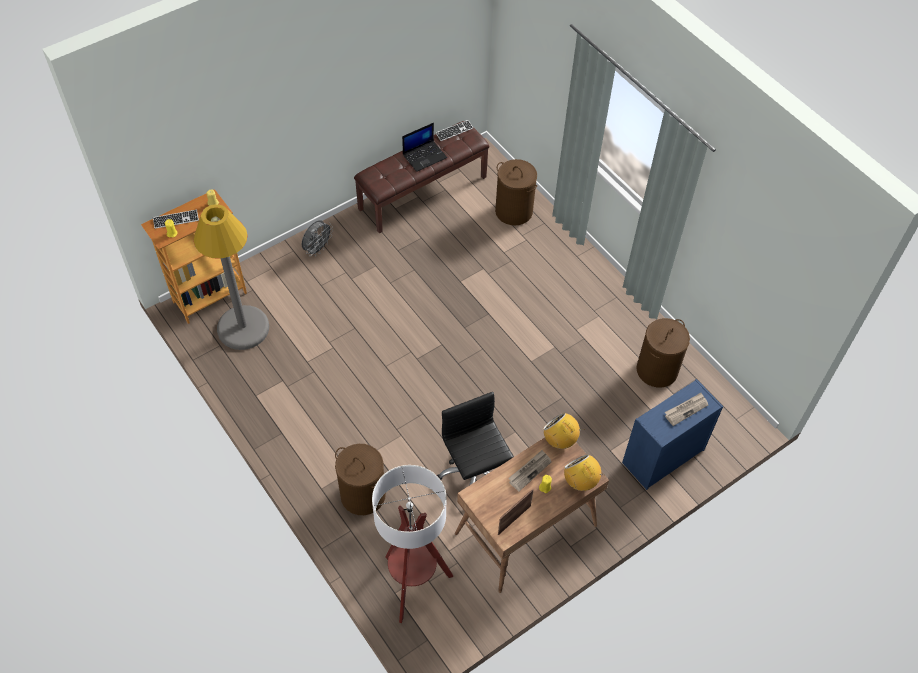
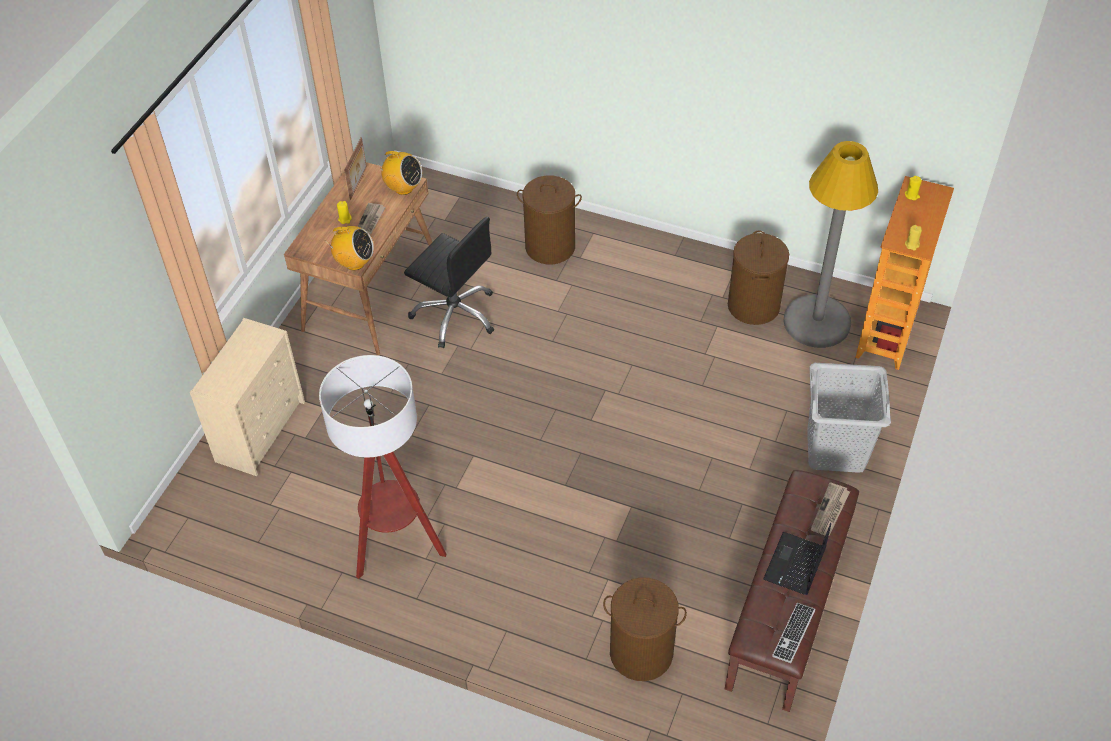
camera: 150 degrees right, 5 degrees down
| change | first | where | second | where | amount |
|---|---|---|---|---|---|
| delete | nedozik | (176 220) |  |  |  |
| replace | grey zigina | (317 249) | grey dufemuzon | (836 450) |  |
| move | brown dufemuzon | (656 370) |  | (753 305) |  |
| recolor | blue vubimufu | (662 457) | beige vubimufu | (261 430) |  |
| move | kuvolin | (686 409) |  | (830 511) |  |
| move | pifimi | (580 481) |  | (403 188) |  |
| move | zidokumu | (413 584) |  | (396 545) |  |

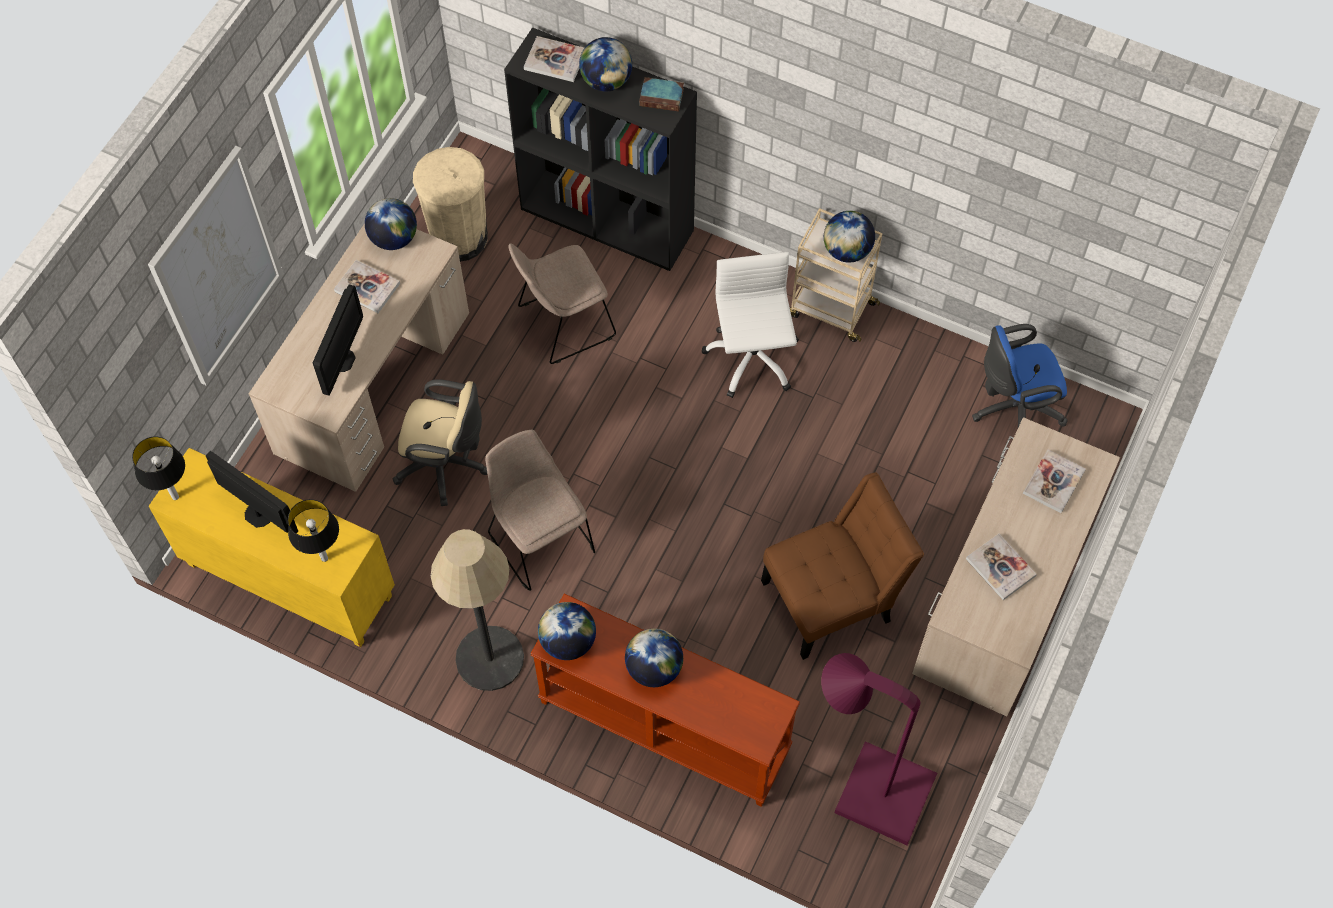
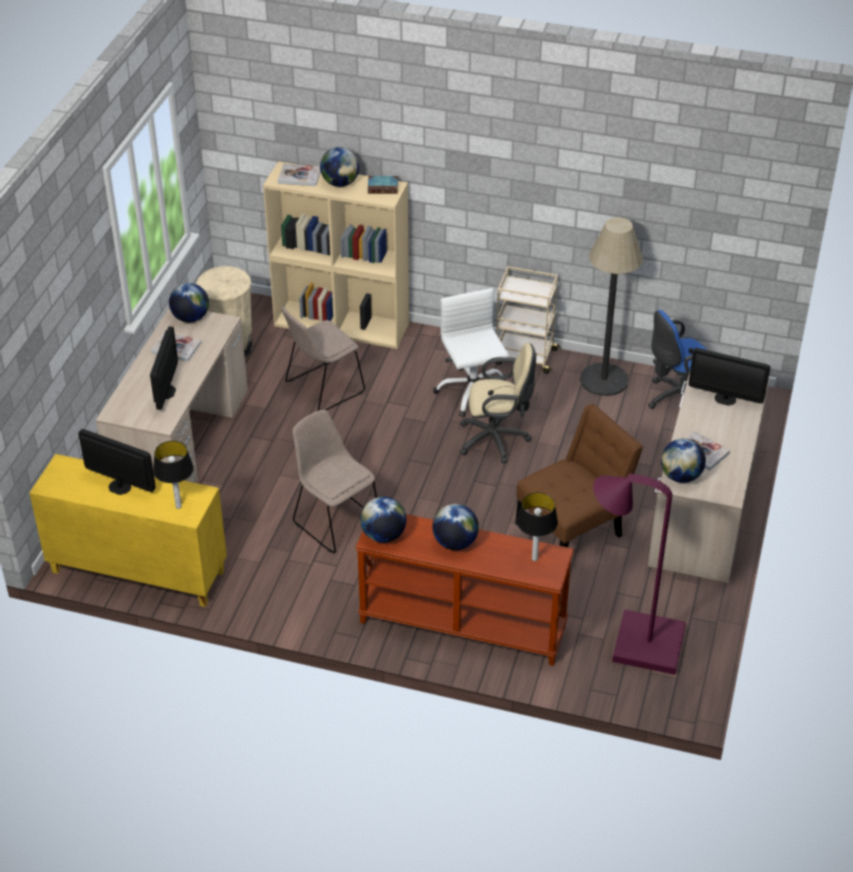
camera: 10 degrees left, 20 degrees down
| change | first | where | second | where | amount |
|---|---|---|---|---|---|
| recolor | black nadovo | (608 219) | beige nadovo | (343 324) |  |
| delete | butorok | (217 268) |  |  |  |
| move | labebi | (847 250) |  | (680 476) |  |
| move | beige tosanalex | (446 465) |  | (497 440) |  |
| move | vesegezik | (175 496) |  | (534 558) |  |
| replace | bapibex | (1053 482) | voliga | (725 398) |  |
| move | zidokumu | (489 658) |  | (604 380) |  |

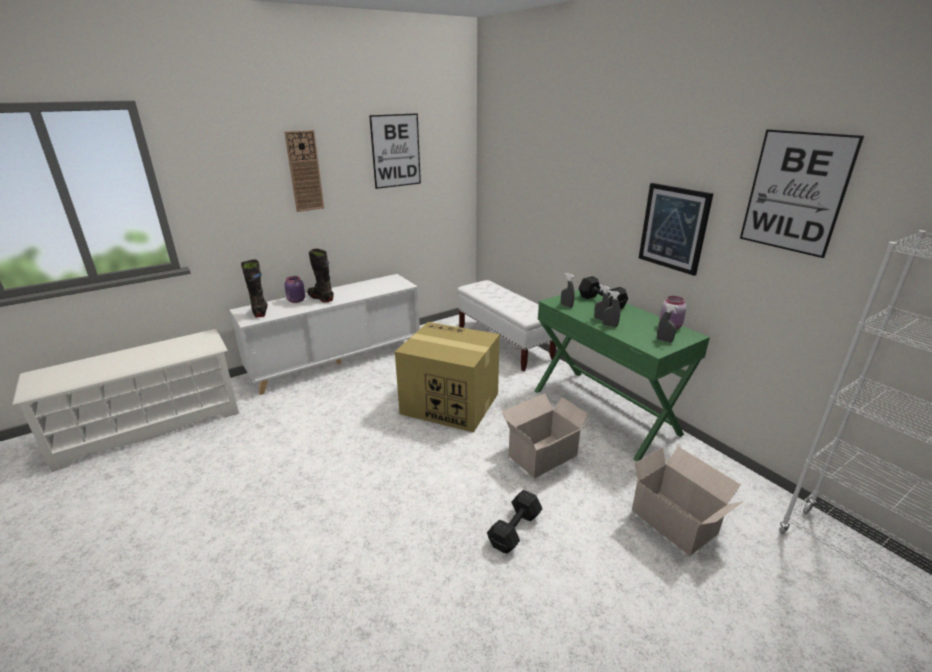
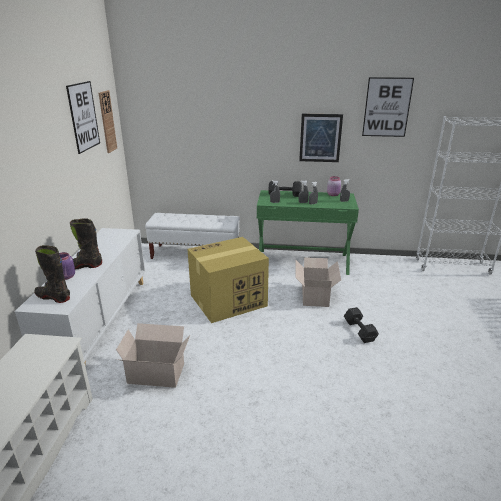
camera: 50 degrees left, 0 degrees up
| change | first | where | second | where | amount |
|---|---|---|---|---|---|
| move | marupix | (304 171) |  | (107 121) |  |
| move | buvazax | (675 524) |  | (157 374) |  |

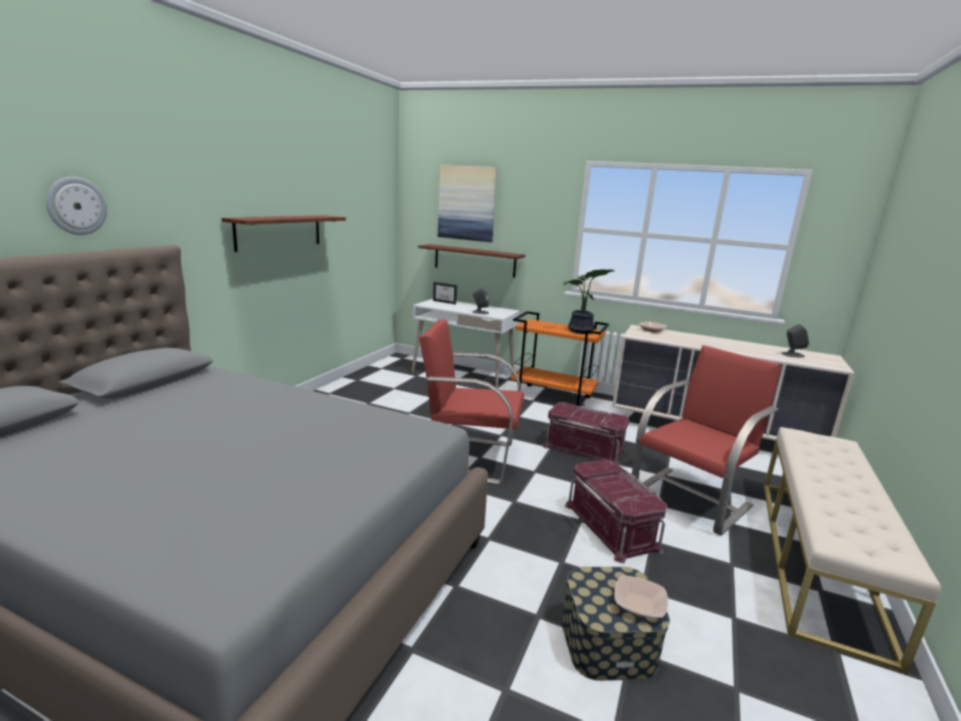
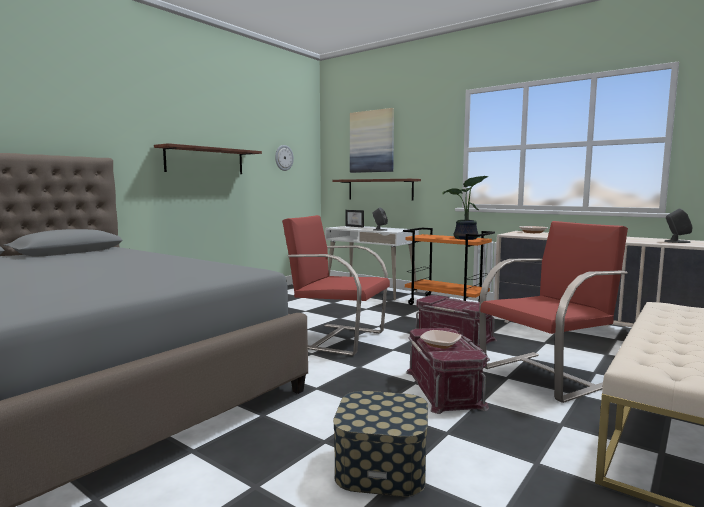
camera: 15 degrees right, 10 degrees down
| change | first | where | second | where | amount |
|---|---|---|---|---|---|
| move | marupix | (76 206) |  | (283 158) |  |
| move | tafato | (639 605) |  | (440 344) |  |

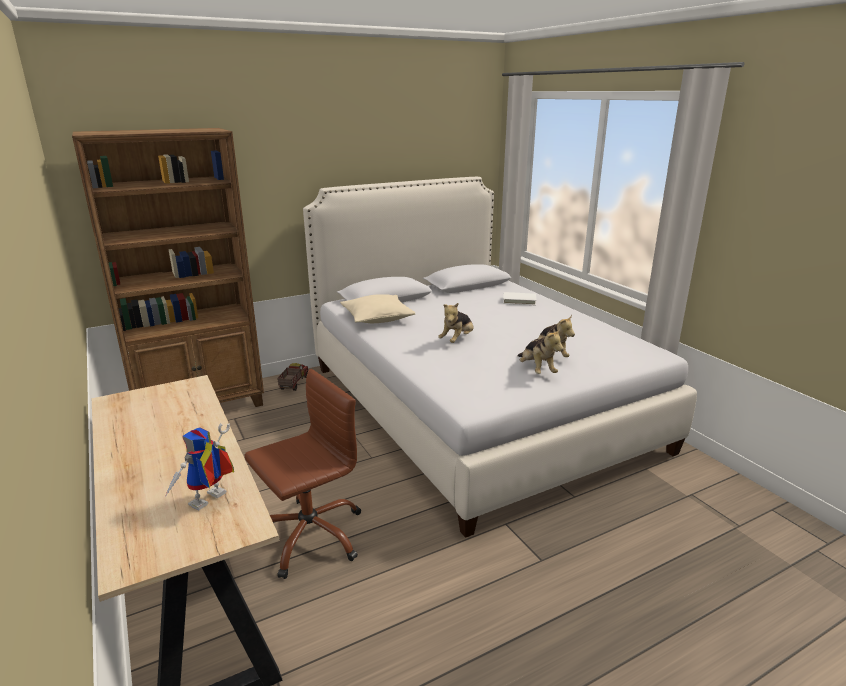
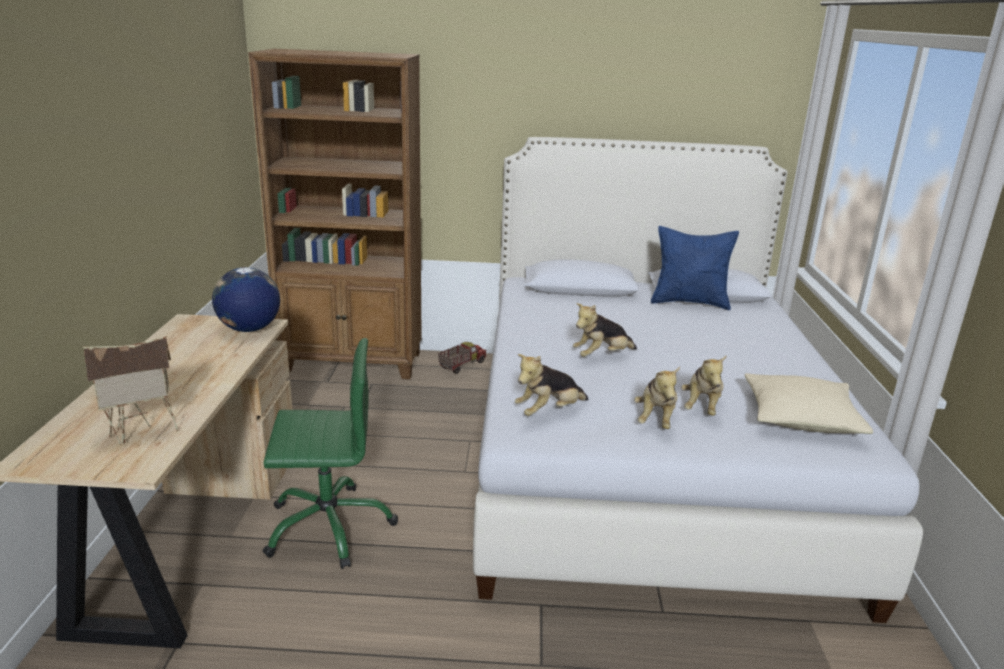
camera: 30 degrees right, 0 degrees up
| change | first | where | second | where | amount |
|---|---|---|---|---|---|
| delete | white bapibex | (519 301) |  |  |  |
| move | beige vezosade | (377 318) |  | (801 418) |  |
| recolor | brown tosanalex | (309 535) | green tosanalex | (329 526) |  |
| replace | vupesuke | (209 503) | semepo | (142 434) |  |
| insert |  |  | blue vezosade | (689 302) |  |
| insert |  |  | labebi | (249 329) |  |
| insert |  |  | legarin | (549 411) |  |

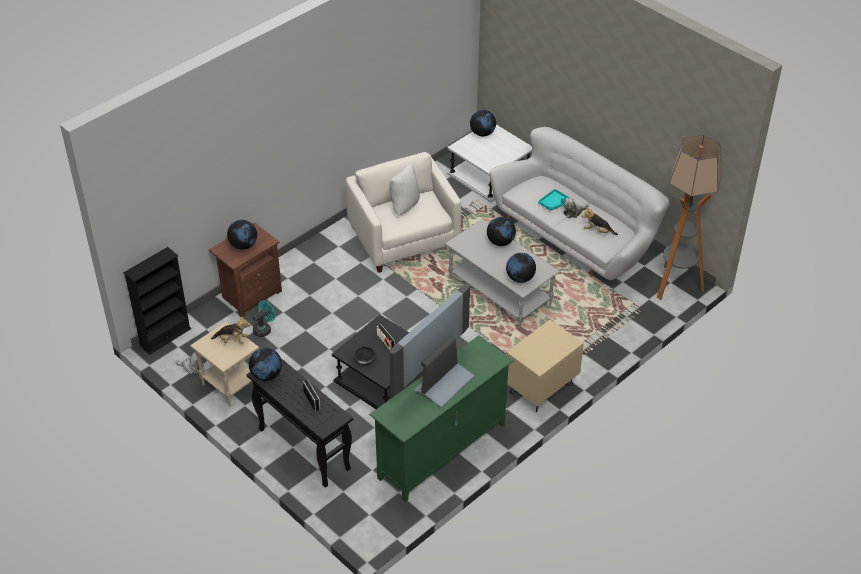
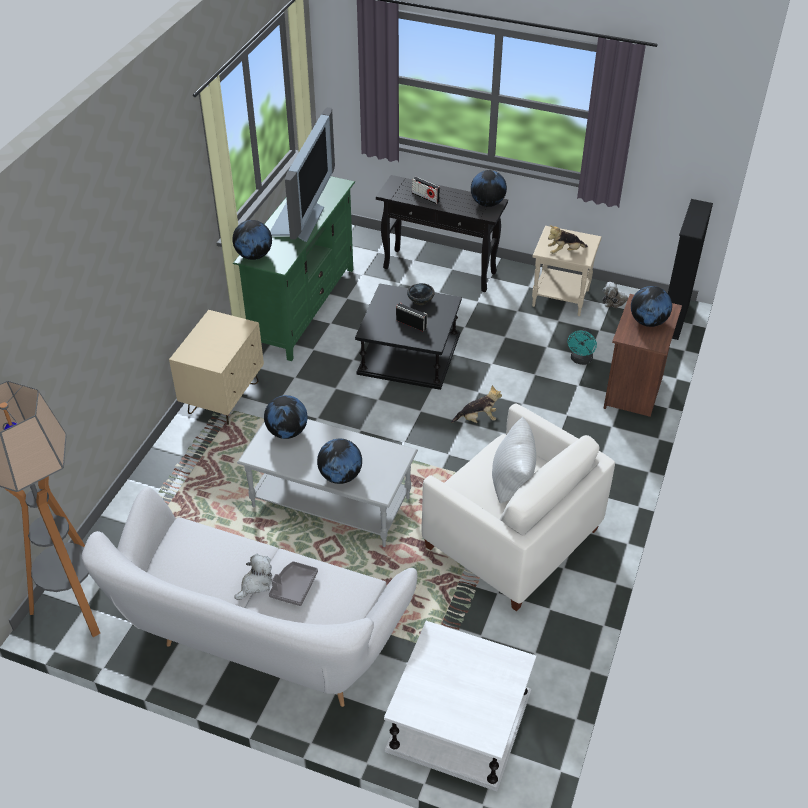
camera: 155 degrees right, 0 degrees up
| change | first | where | second | where | amount |
|---|---|---|---|---|---|
| move | labebi | (482 133) |  | (254 255) |  |
| recolor | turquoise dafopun | (554 203) | grey dafopun | (293 587) |  |
| move | legarin | (598 231) |  | (477 419) |  |

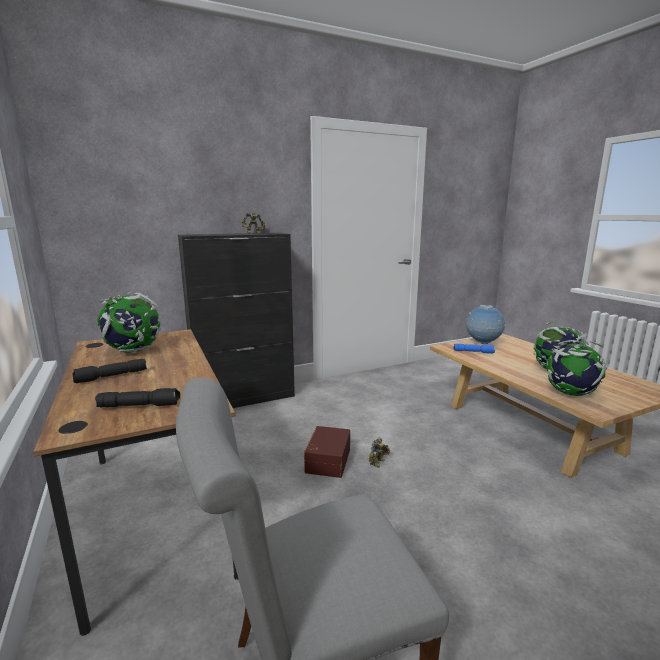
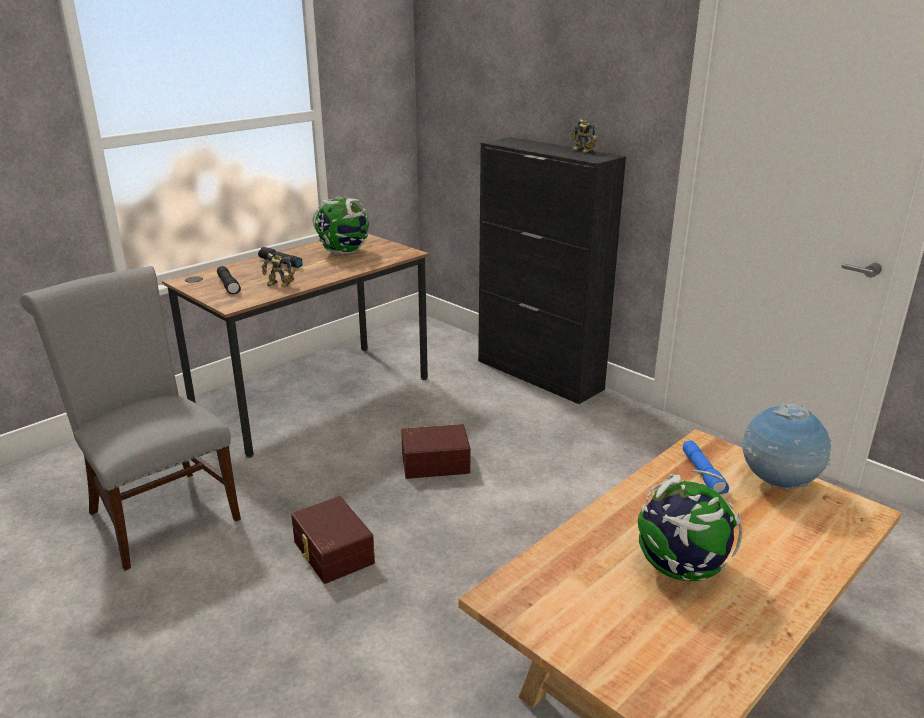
camera: 70 degrees right, 10 degrees up
| change | first | where | second | where | amount |
|---|---|---|---|---|---|
| delete | labebi | (570 394) |  |  |  |
| move | vupesuke | (379 462) |  | (278 285) |  |
| insert |  |  | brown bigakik | (332 553) |  |

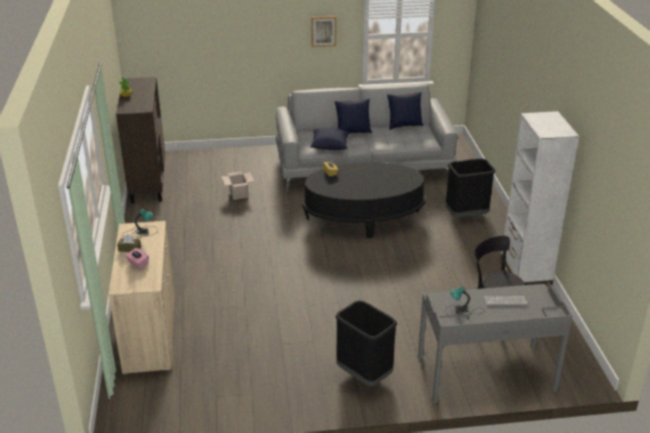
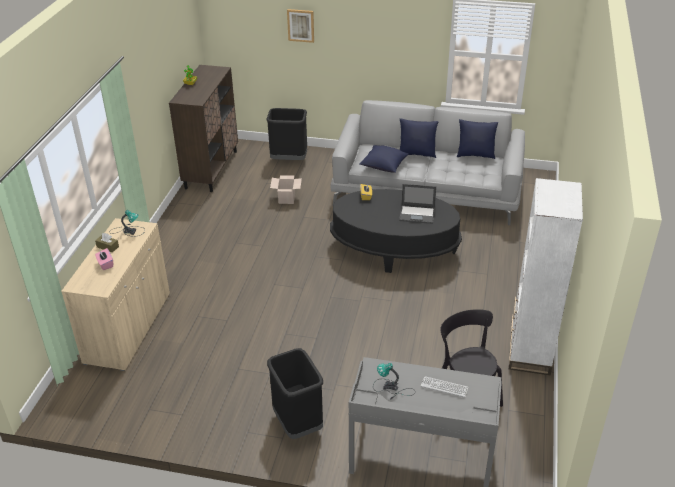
camera: 20 degrees right, 5 degrees up
| change | first | where | second | where | amount |
|---|---|---|---|---|---|
| move | butorok | (323 31) |  | (301 25) |  |
| move | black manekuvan | (466 215) |  | (289 159) |  |
| insert |  |  | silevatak | (417 214) |  |

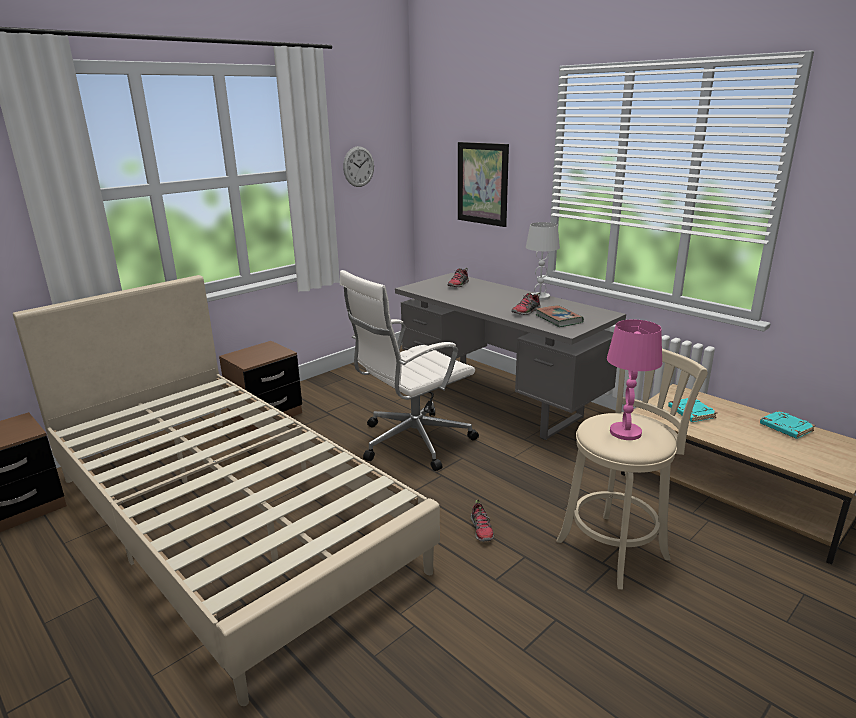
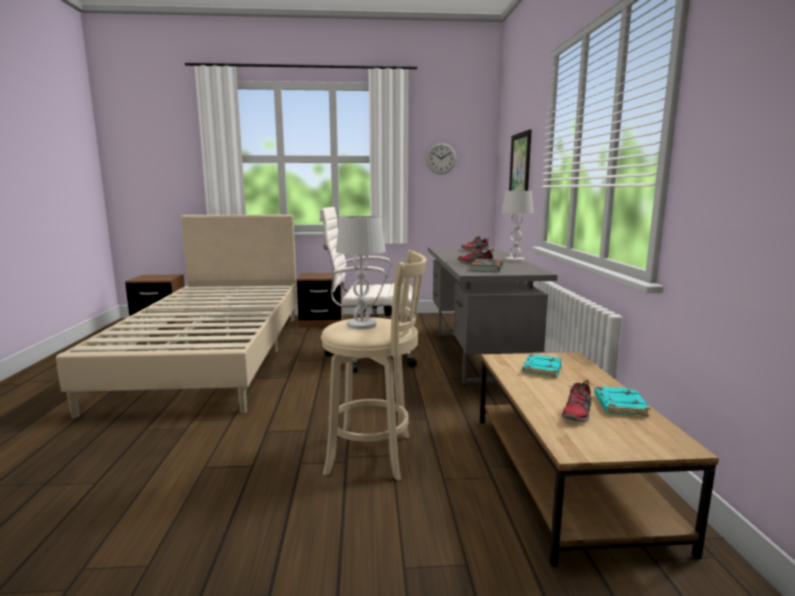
camera: 40 degrees right, 10 degrees down
| change | first | where | second | where | amount |
|---|---|---|---|---|---|
| recolor | pink vesegezik | (625 432) | white vesegezik | (361 325) |  |
| move | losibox | (482 530) |  | (577 413) |  |

